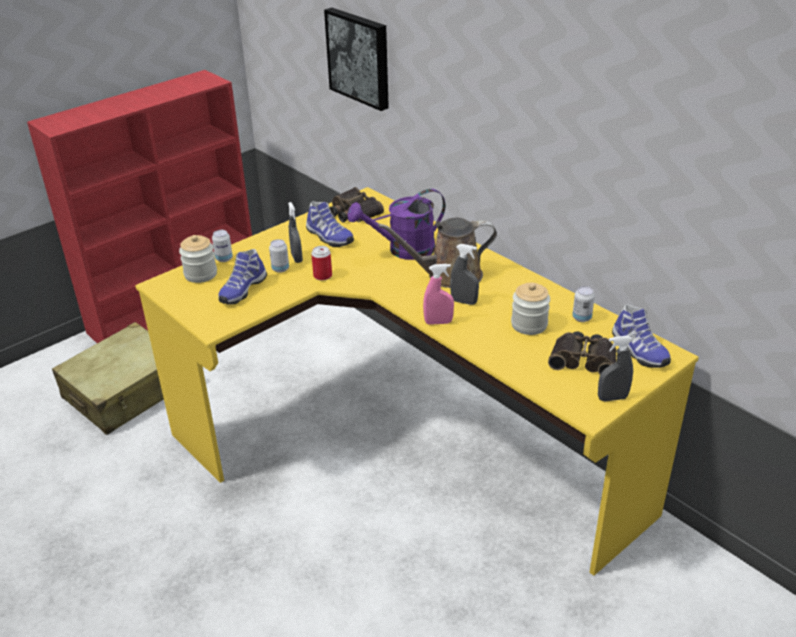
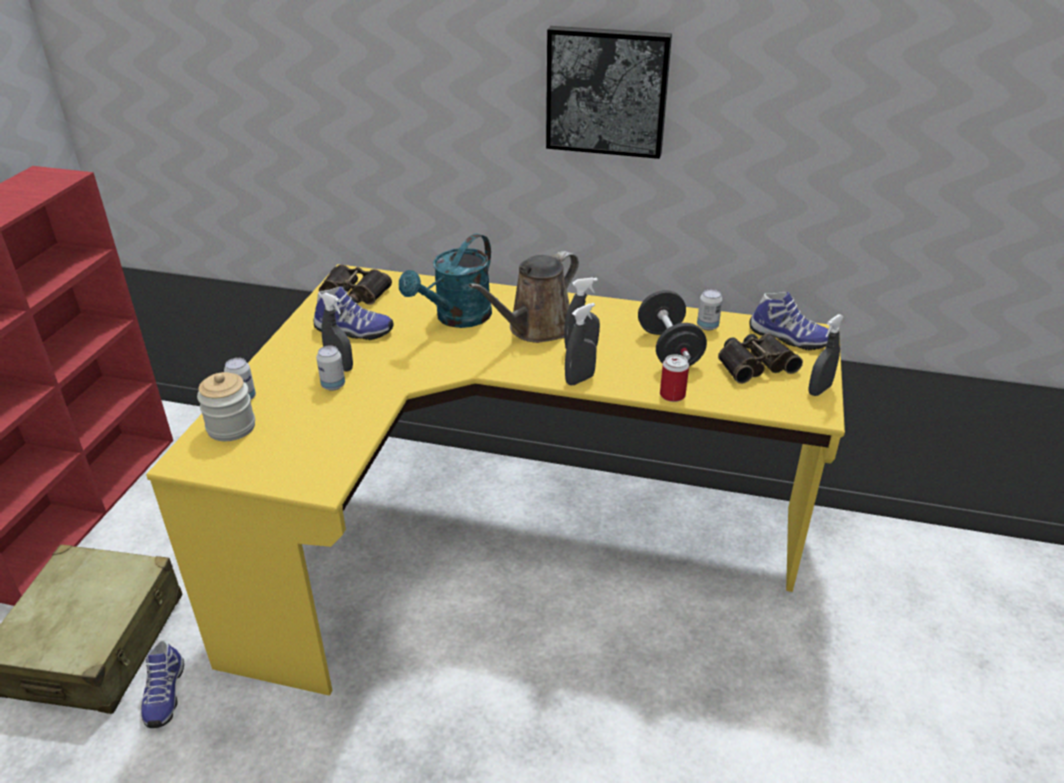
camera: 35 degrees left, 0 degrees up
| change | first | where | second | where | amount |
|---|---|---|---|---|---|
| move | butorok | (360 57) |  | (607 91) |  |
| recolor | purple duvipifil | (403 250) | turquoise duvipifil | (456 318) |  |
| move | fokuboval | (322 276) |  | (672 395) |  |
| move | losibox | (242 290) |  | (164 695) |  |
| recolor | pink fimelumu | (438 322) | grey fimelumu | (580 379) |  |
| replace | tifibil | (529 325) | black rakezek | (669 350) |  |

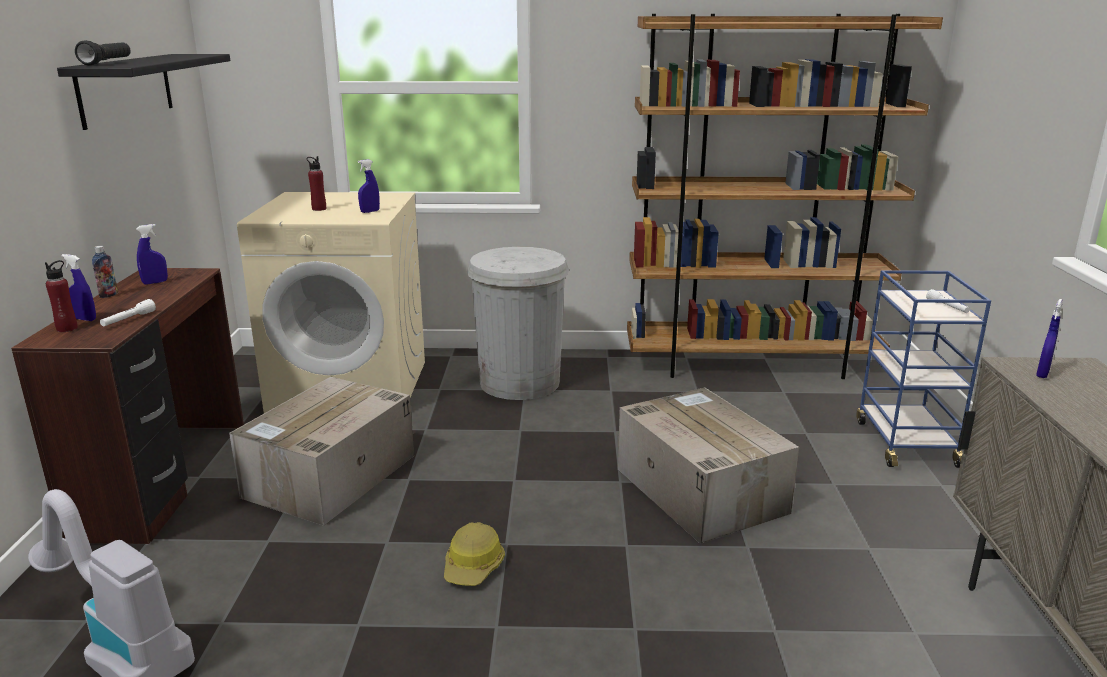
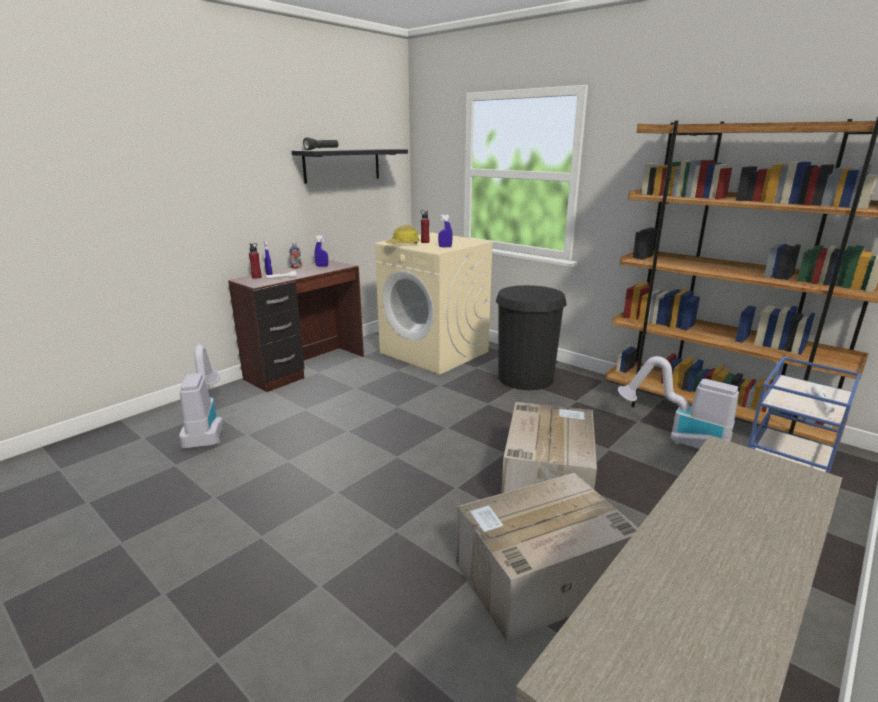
camera: 40 degrees right, 0 degrees up
| change | first | where | second | where | amount |
|---|---|---|---|---|---|
| recolor | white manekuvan | (519 382) | black manekuvan | (525 378) |  |
| delete | blue fimelumu | (1042 374) |  |  |  |
| move | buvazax | (329 477) |  | (539 577) |  |
| move | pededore | (474 566) |  | (403 244) |  |
| insert |  |  | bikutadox | (678 438) |  |

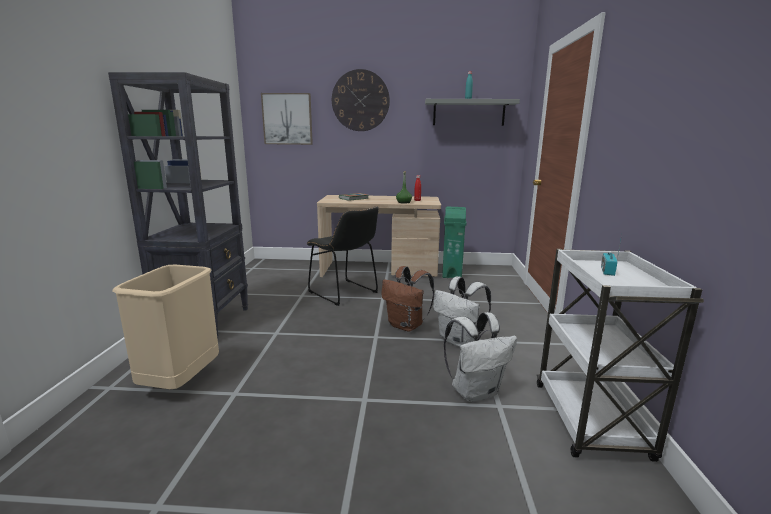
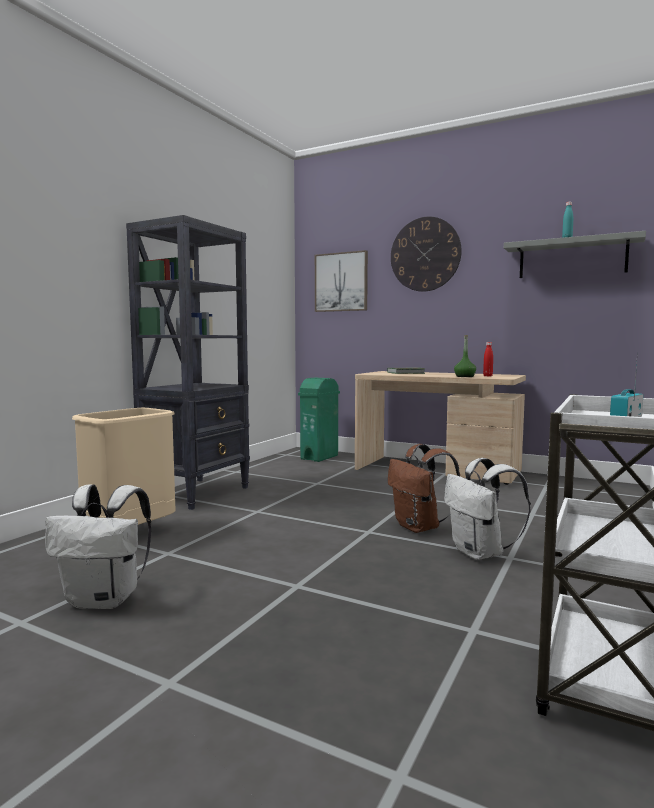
camera: 25 degrees right, 10 degrees down
| change | first | where | second | where | amount |
|---|---|---|---|---|---|
| delete | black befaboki | (345 293) |  |  |  |
| move | green manekuvan | (452 273) |  | (320 457) |  |
| move | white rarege | (475 391) |  | (105 599) |  |

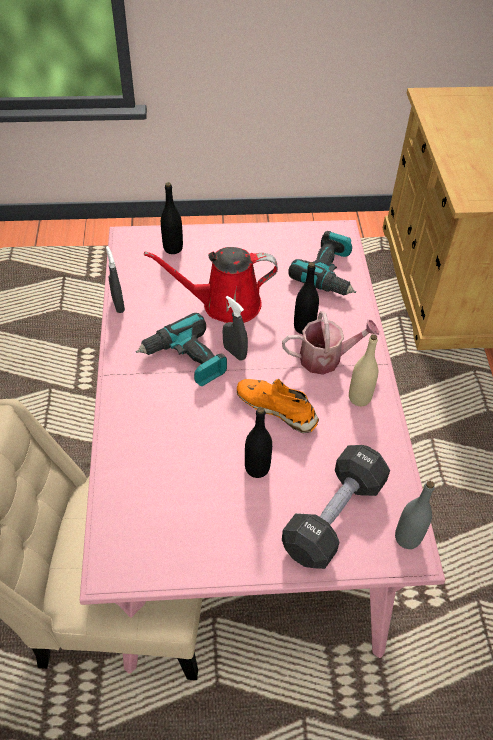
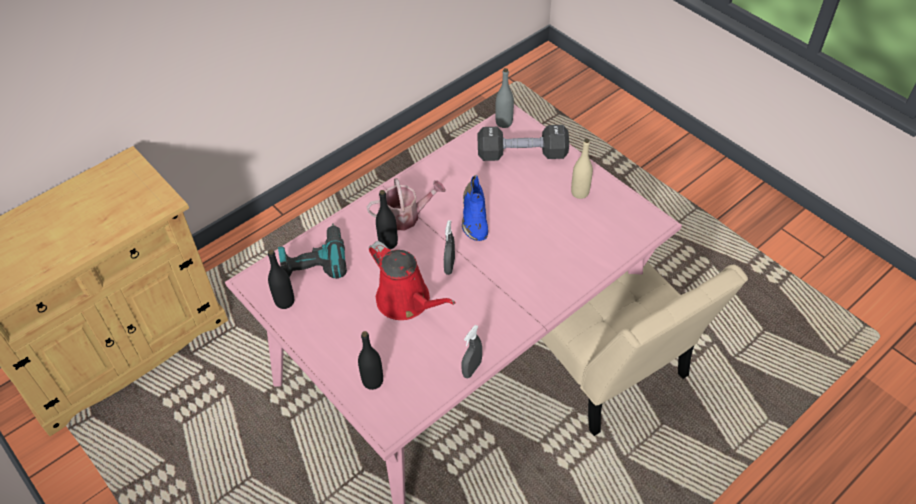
camera: 125 degrees left, 0 degrees up
| change | first | where | second | where | amount |
|---|---|---|---|---|---|
| rotate | duvipifil | (326 358) |  | (407 216) | 120 degrees clockwise |
| delete | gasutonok | (186 360) |  |  |  |
| move | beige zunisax | (359 398) |  | (580 192) |  |
| recolor | orange losibox | (277 408) | blue losibox | (474 217) |  |
| move | black zunisax | (257 468) |  | (285 301) |  |

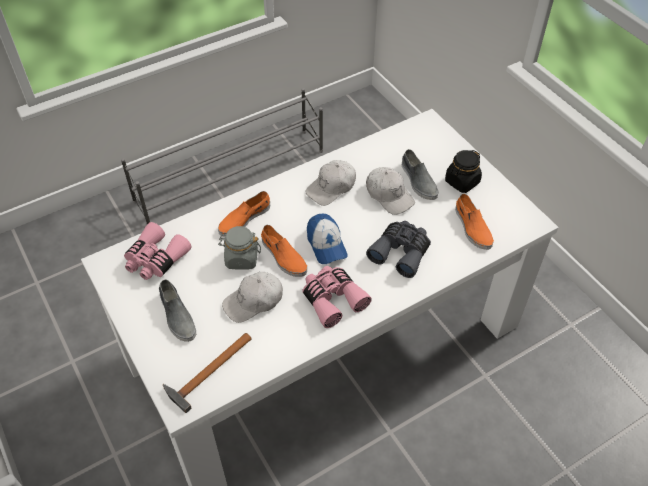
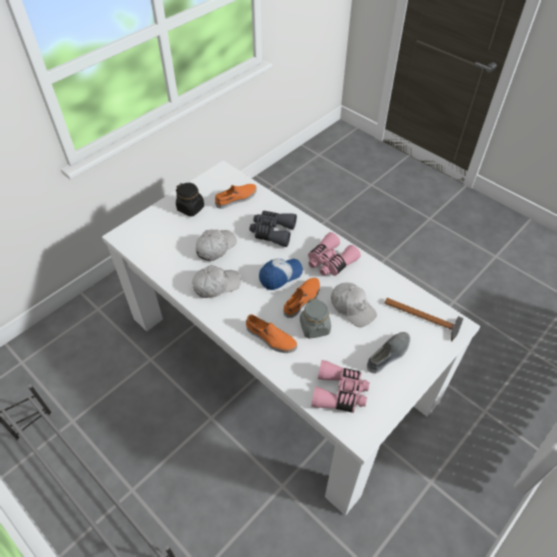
camera: 105 degrees left, 0 degrees up
| change | first | where | second | where | amount |
|---|---|---|---|---|---|
| delete | grey losibox | (418 181) |  |  |  |
| rotate | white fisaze | (331 187) |  | (216 285) | 60 degrees counterclockwise |

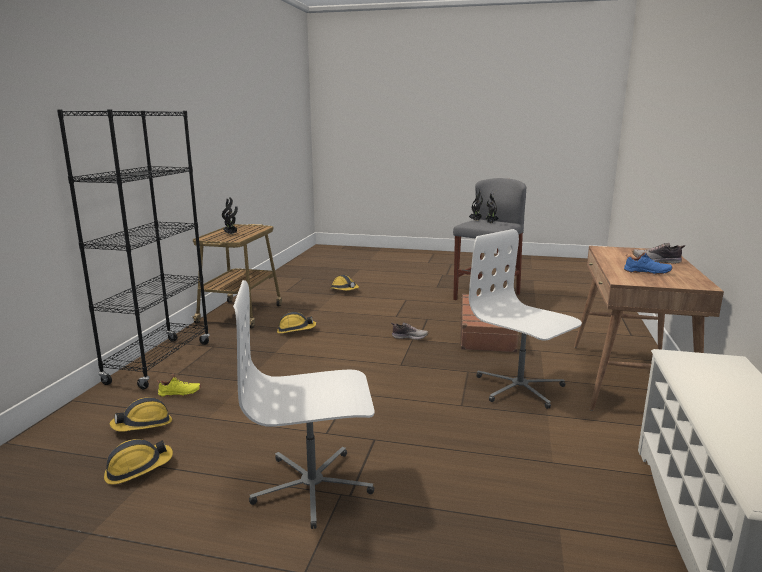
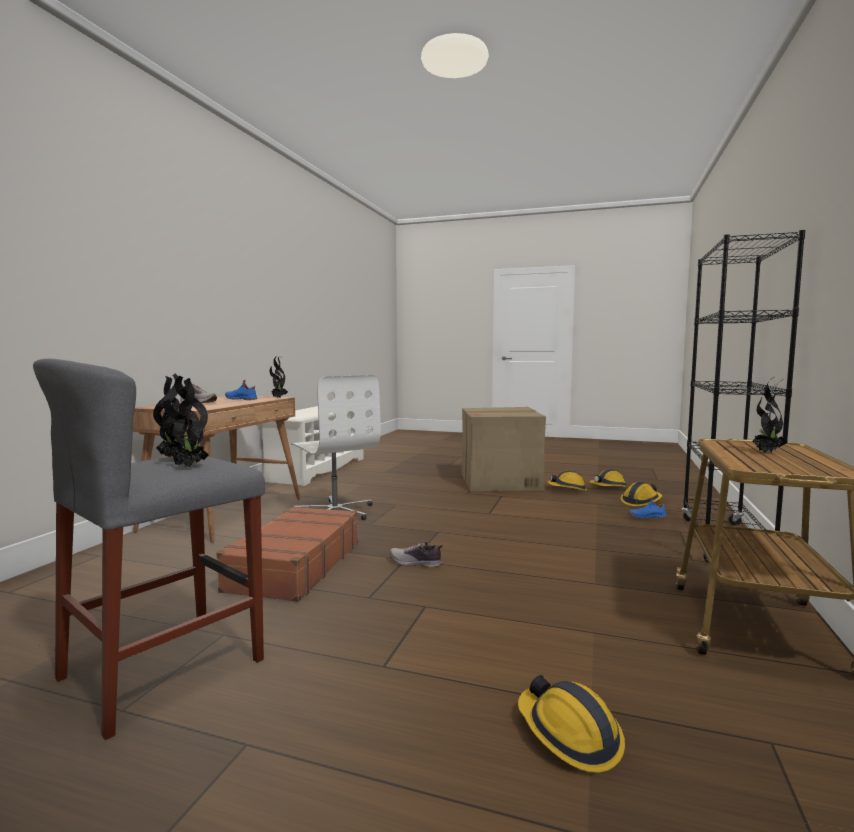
camera: 175 degrees left, 10 degrees down
| change | first | where | second | where | amount |
|---|---|---|---|---|---|
| replace | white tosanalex | (313 487) | buvazax | (501 481) |  |
| move | pededore | (296 330) |  | (567 489) |  |
| recolor | yellow losibox | (179 393) | blue losibox | (646 517) |  |
| insert |  |  | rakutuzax | (278 398) |  |

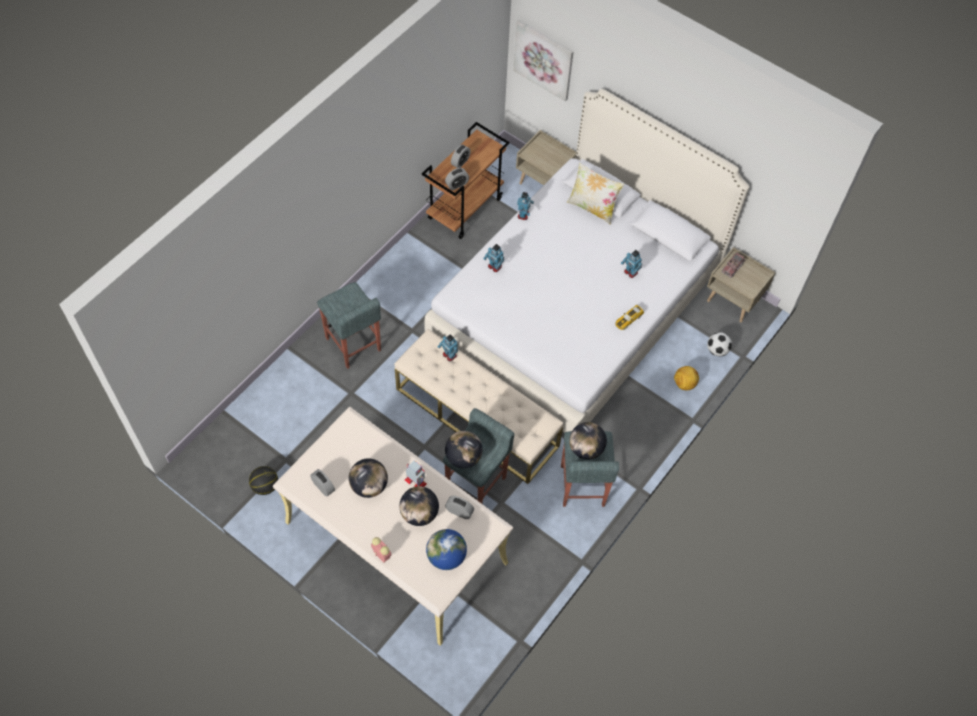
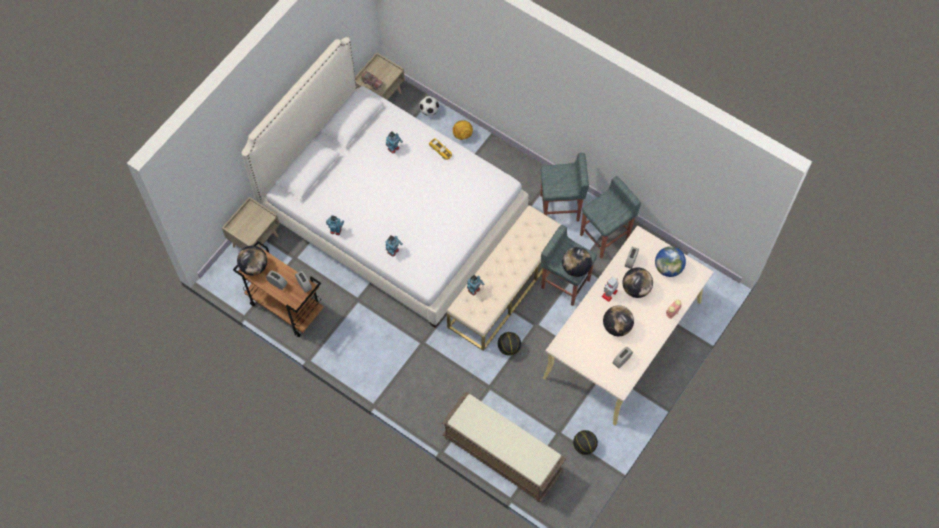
camera: 90 degrees left, 5 degrees up
| change | first | where | second | where | amount |
|---|---|---|---|---|---|
| delete | butorok | (544 59) |  |  |  |
| delete | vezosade | (592 208) |  |  |  |
| move | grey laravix | (353 345) |  | (605 236) |  |
| move | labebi | (586 449) |  | (254 267) |  |
| insert |  |  | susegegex | (508 348) |  |
| insert |  |  | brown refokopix | (501 455) |  |

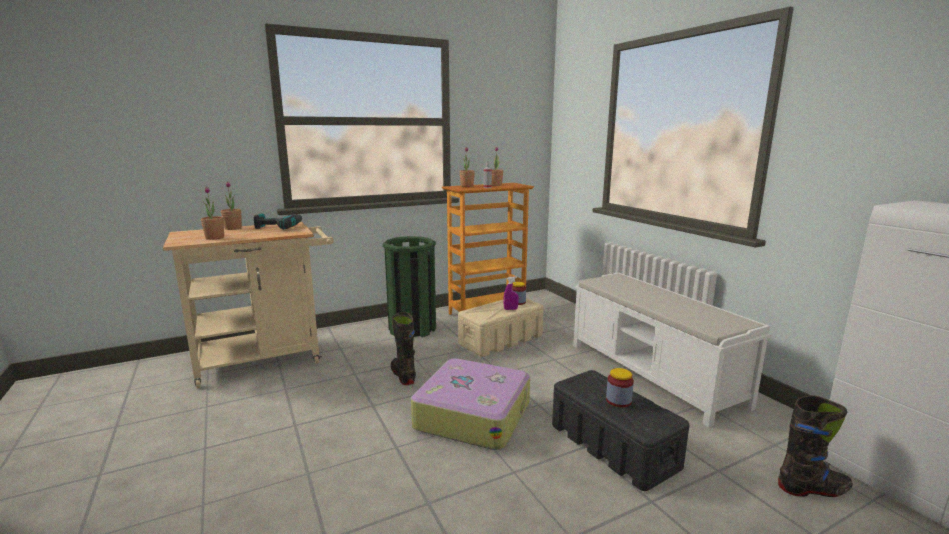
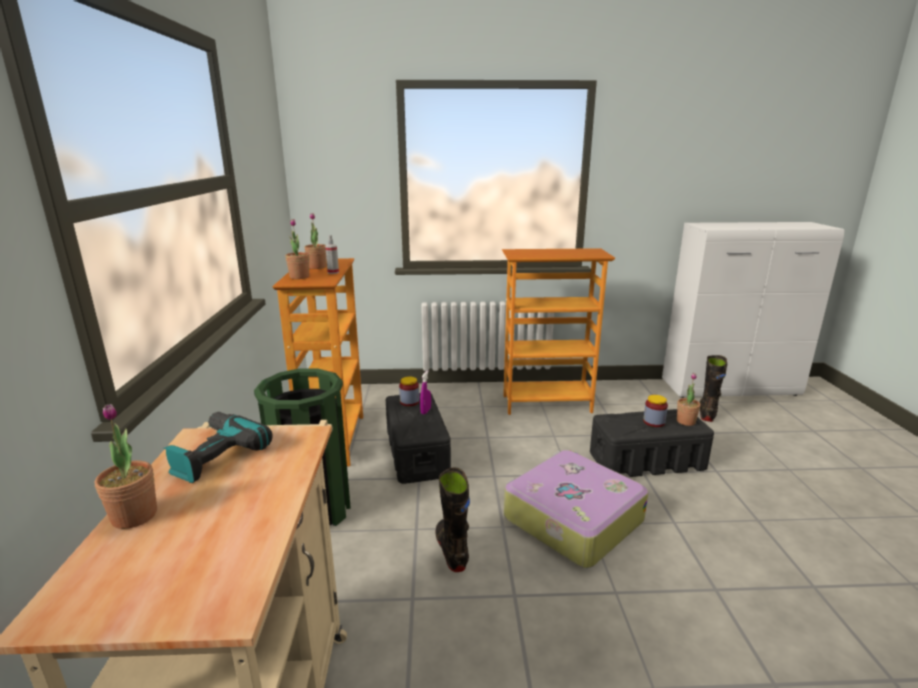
camera: 65 degrees left, 5 degrees up
| change | first | where | second | where | amount |
|---|---|---|---|---|---|
| move | rakutuzax | (215 238) |  | (685 421) |  |
| replace | white refokopix | (653 374) | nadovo | (546 403) |  |
| recolor | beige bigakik | (501 340) | black bigakik | (416 452) |  |
| rotate | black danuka | (403 375) |  | (452 550) | 75 degrees clockwise |

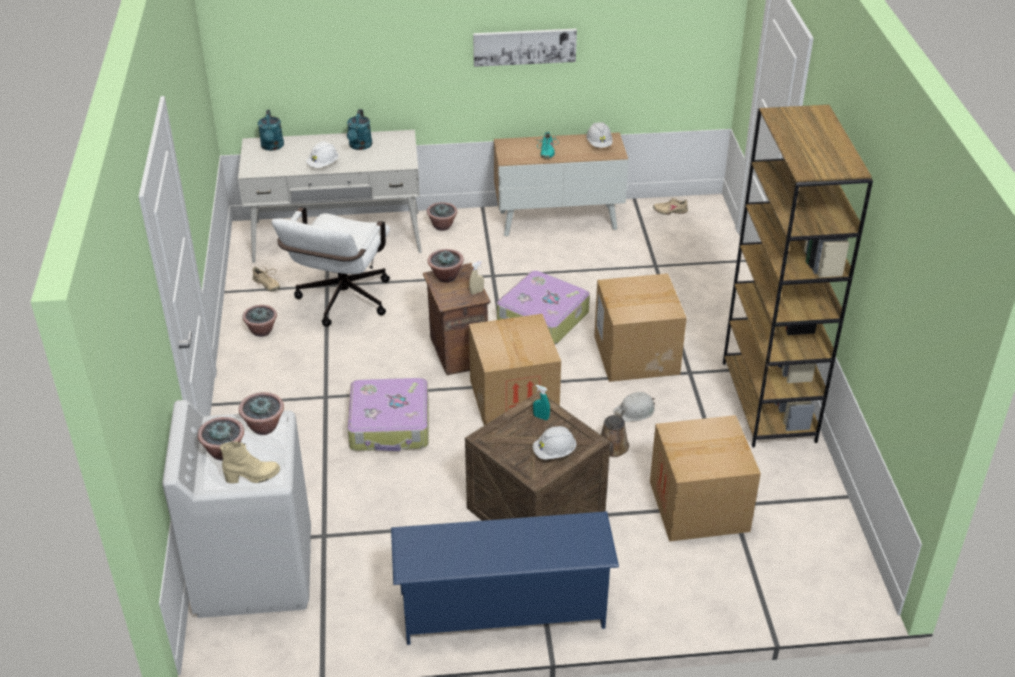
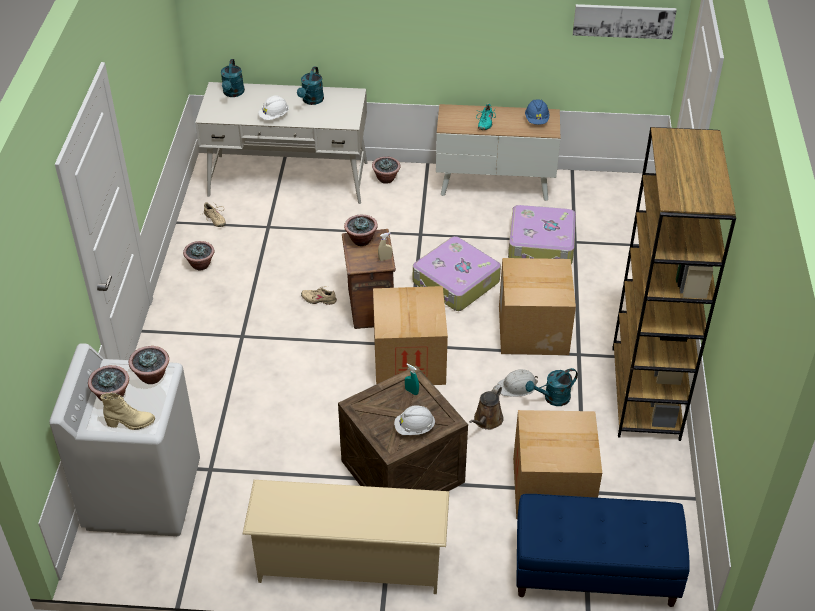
camera: 10 degrees right, 5 degrees up
| change | first | where | second | where | amount |
|---|---|---|---|---|---|
| move | butorok | (524 46) |  | (623 20) |  |
| recolor | white pededore | (599 144) | blue pededore | (536 120) |  |
| move | beige losibox | (670 211) |  | (319 299) |  |
| delete | white tosanalex | (340 303) |  |  |  |
| move | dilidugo | (390 425) |  | (541 245) |  |
| recolor | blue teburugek | (503 610) | beige teburugek | (350 563) |  |
| insert |  |  | turquoise duvipifil | (552 398) |  |
| insert |  |  | blue refokopix | (594 573) |  |

